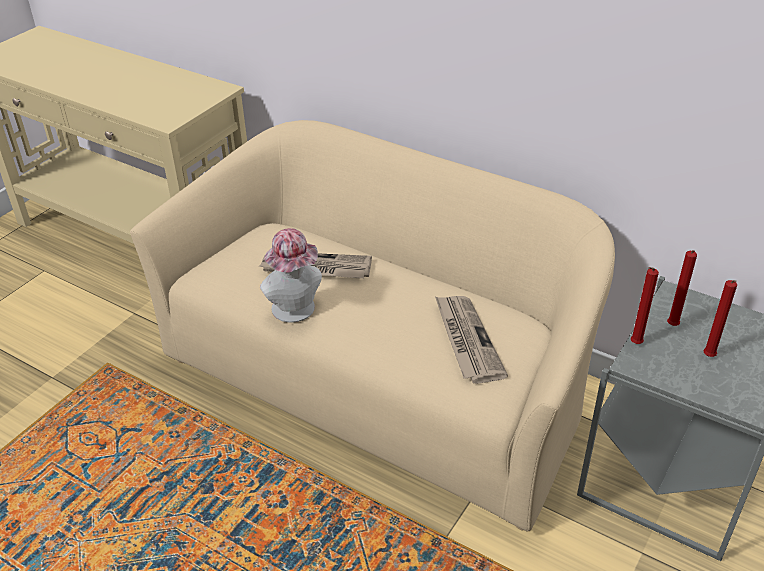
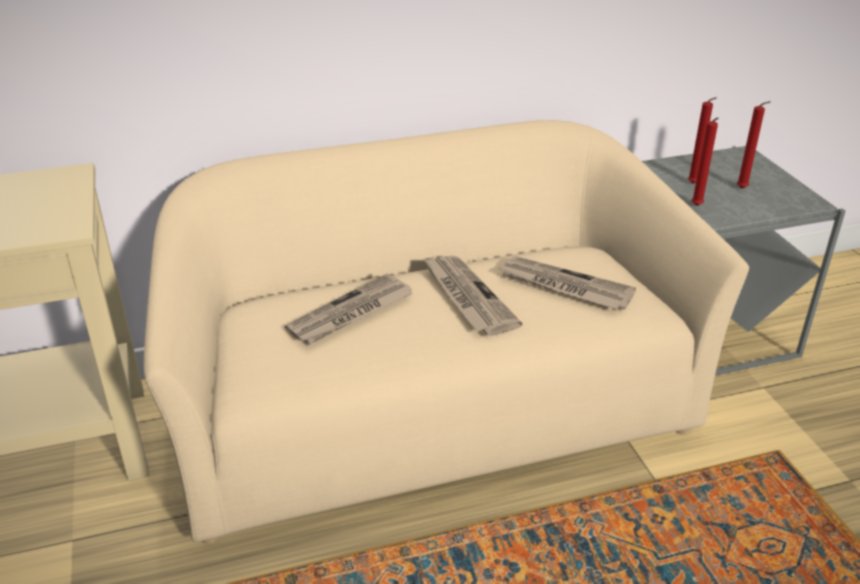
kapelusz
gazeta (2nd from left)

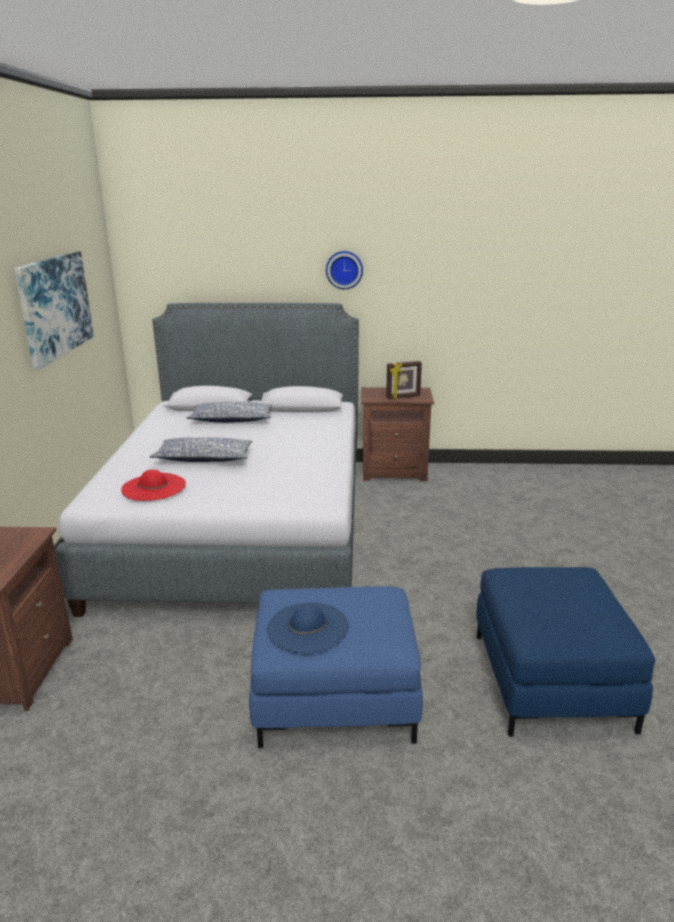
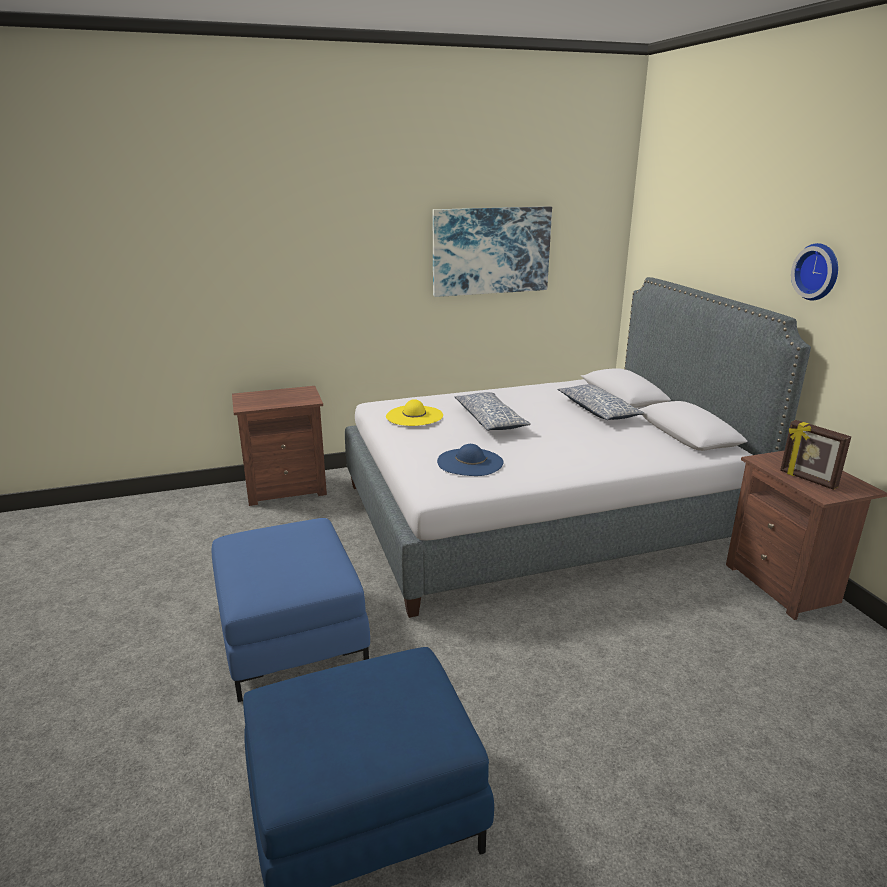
kapelusz/żółty
kapelusz/niebieski

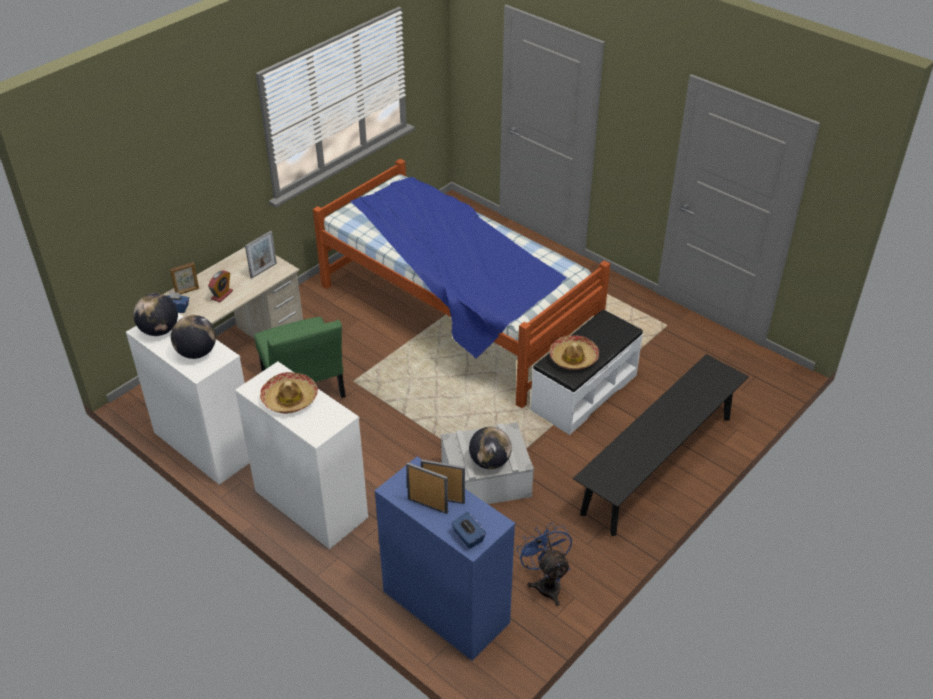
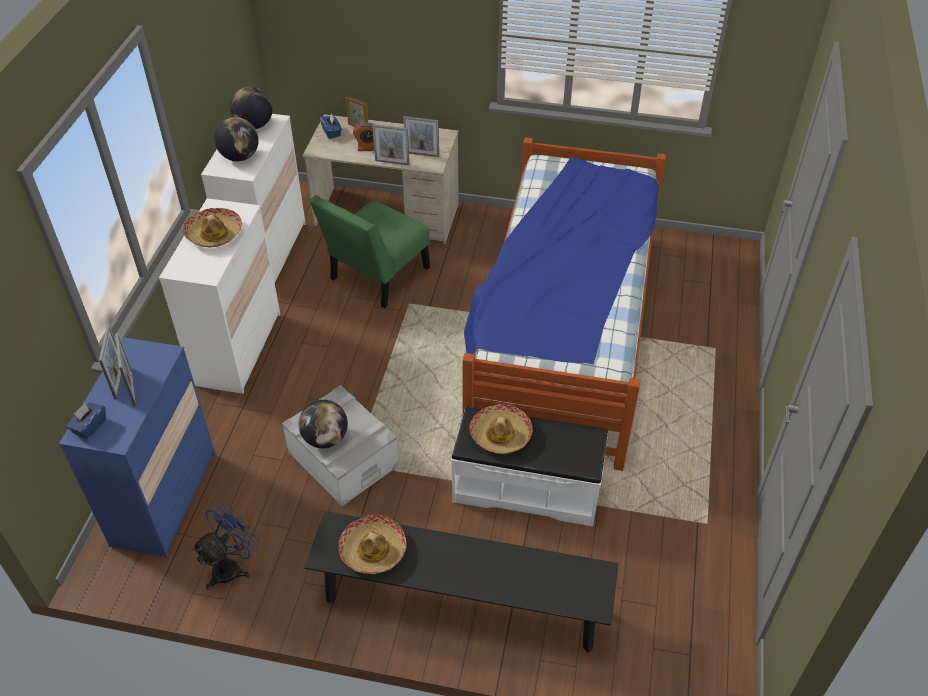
ramka na zdjęcie (4th from left)
kapelusz (2nd from left)

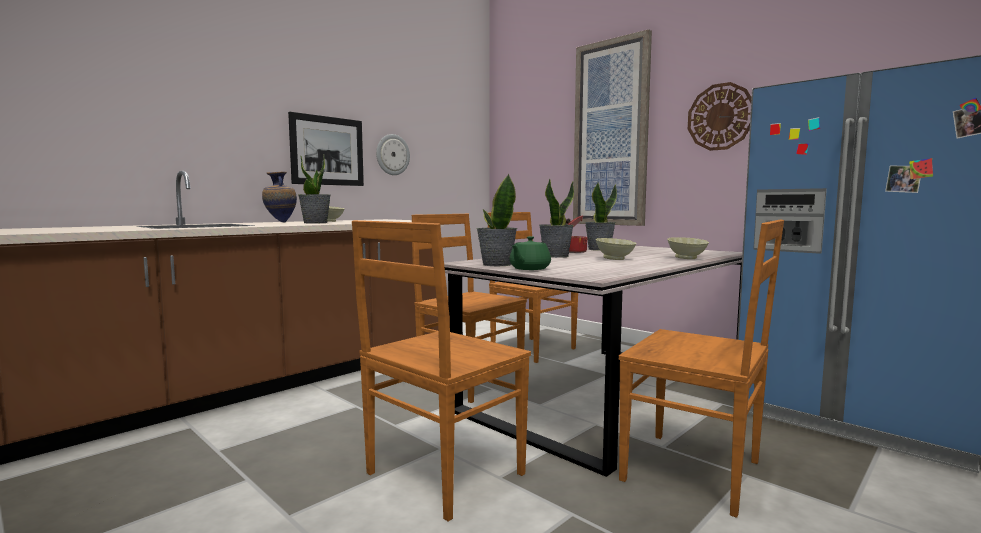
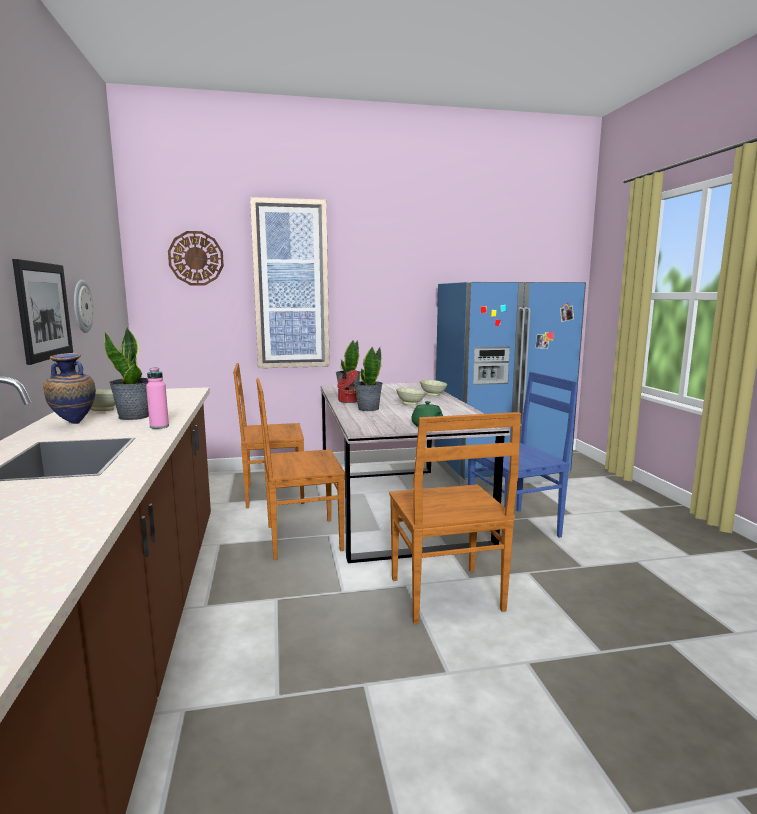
zegar ścienny (2nd from left)
roślina doniczkowa (2nd from left in the first image)
krzesło/niebieski
butelka/różowy

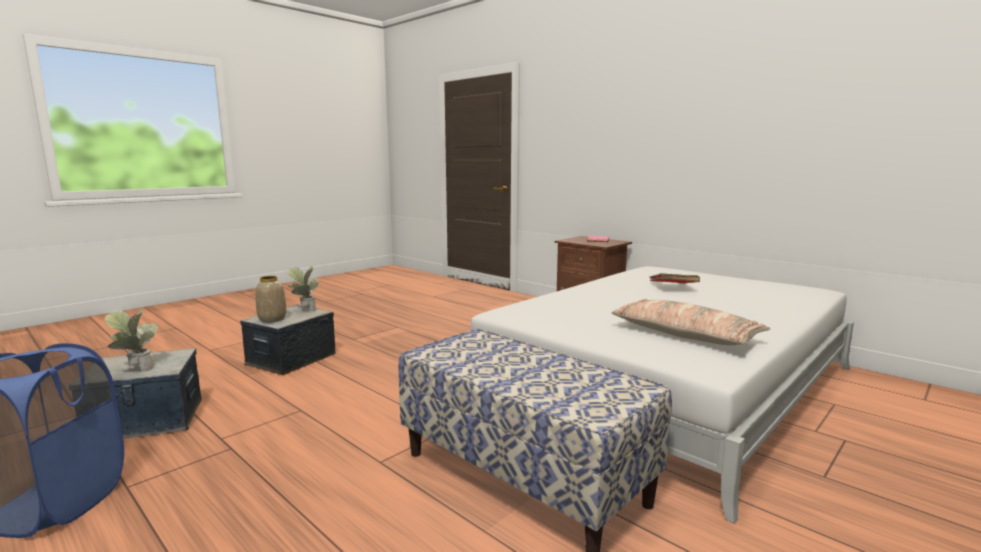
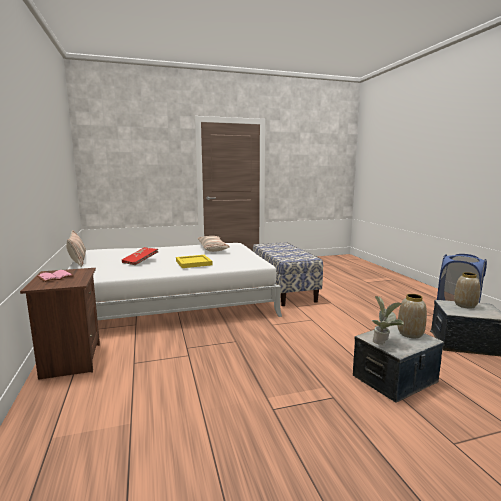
wazon (2nd from left)
poduszka (1st from left)
taca/żółty

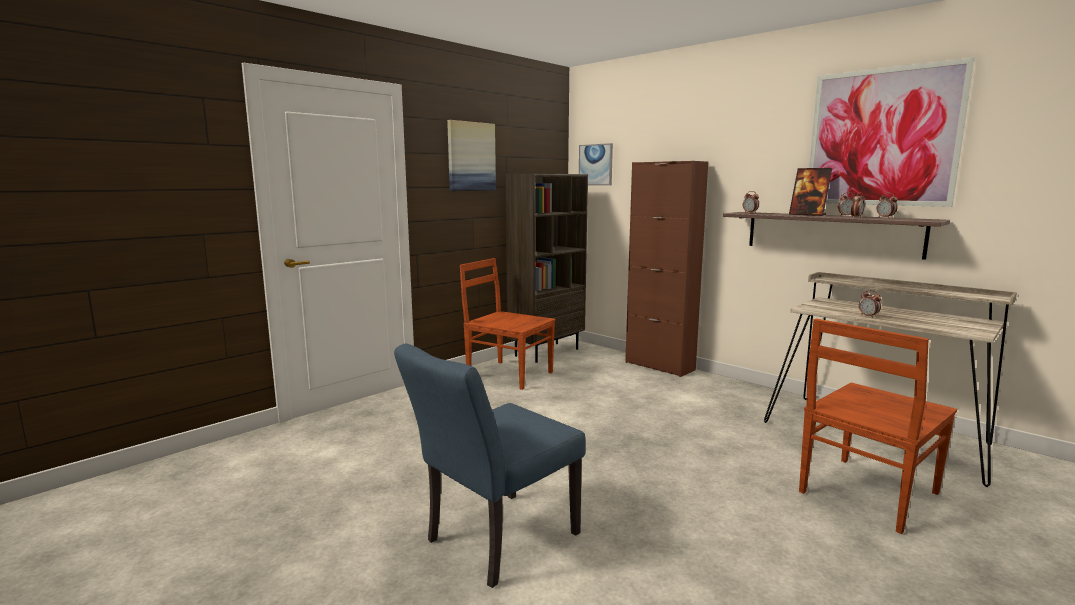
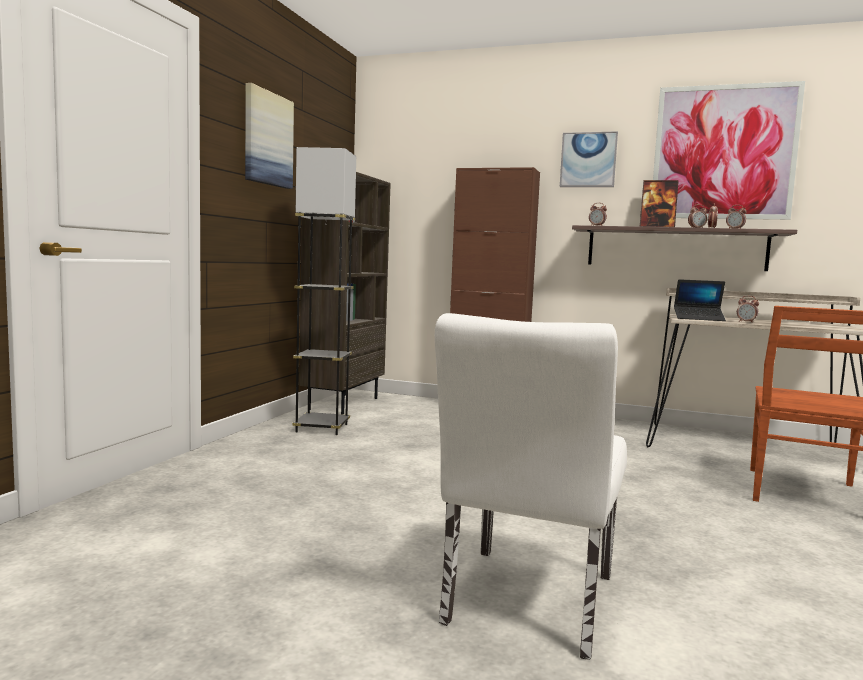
obraz (2nd from left)
lampa stojąca/szary
krzesło/biały
laptop

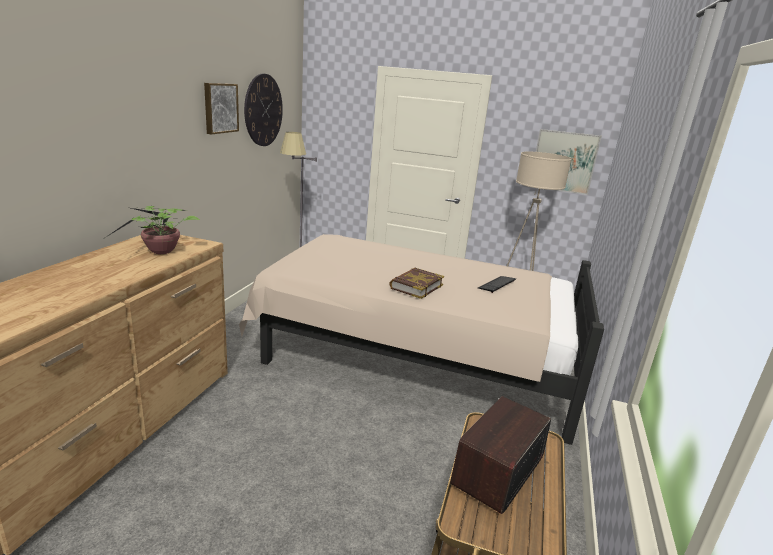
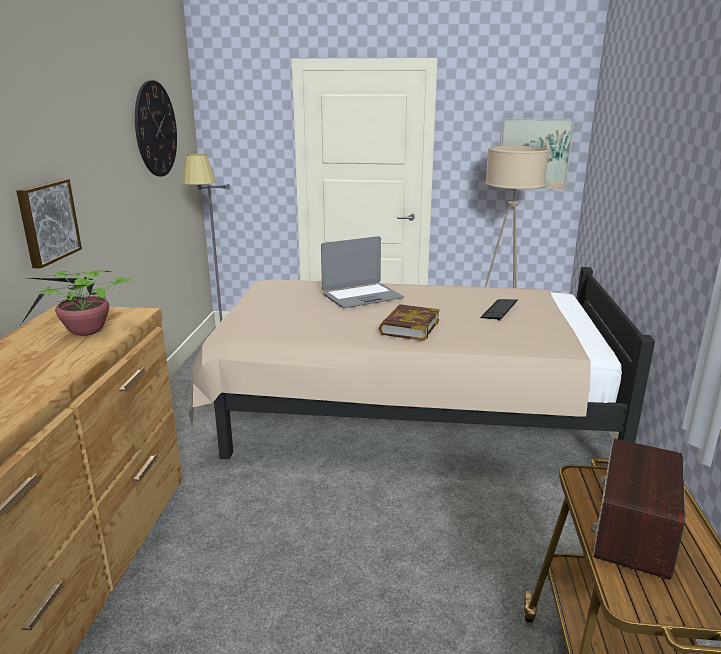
obraz (1st from left)
laptop

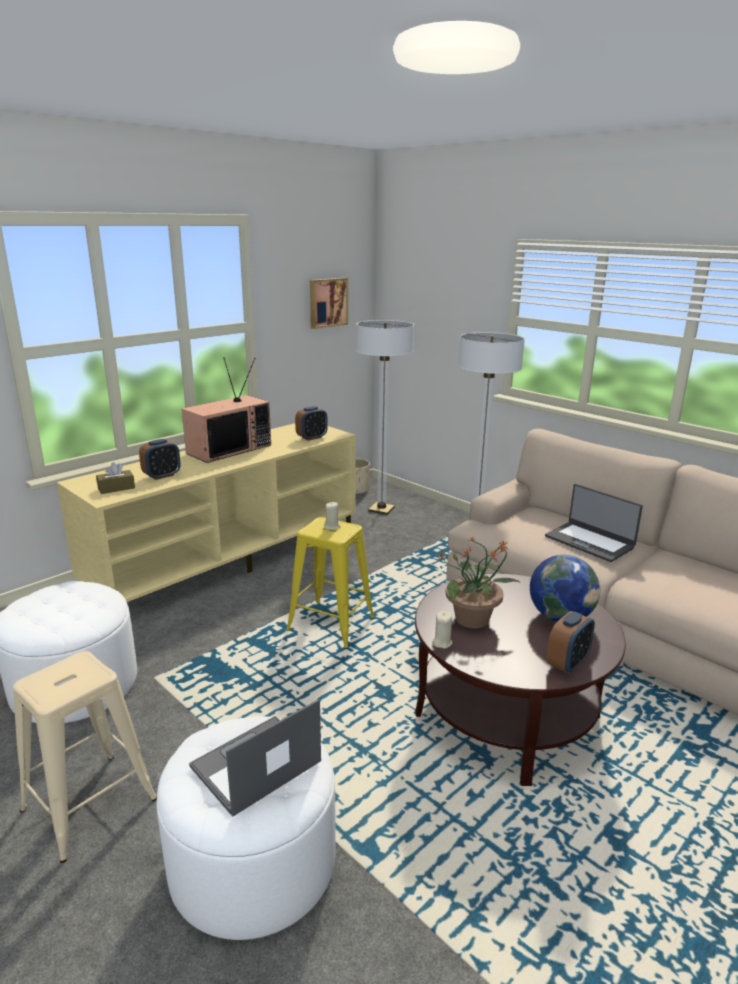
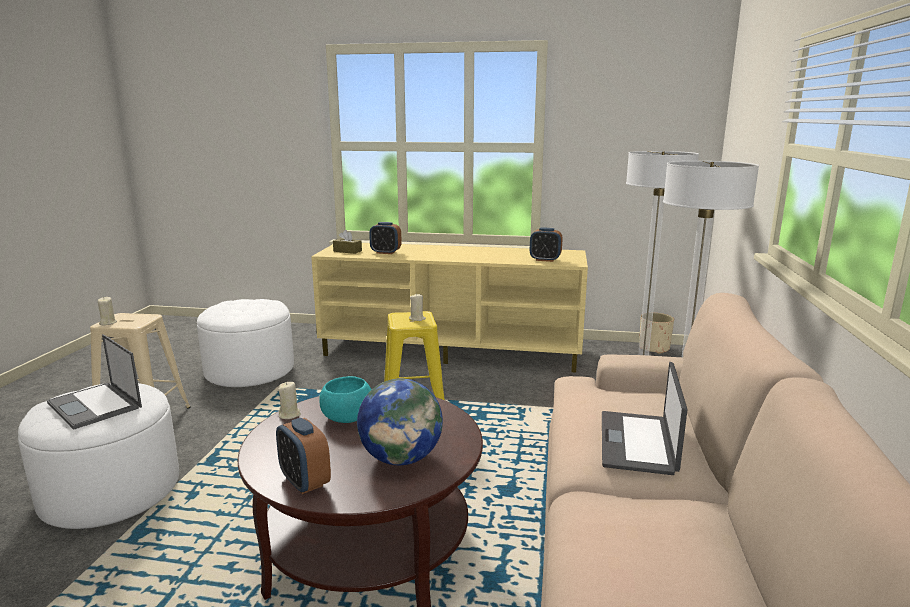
obraz
telewizor
miska/turkusowy
budzik (1st from left)
laptop (1st from left)
świeca/beżowy (1st from left)

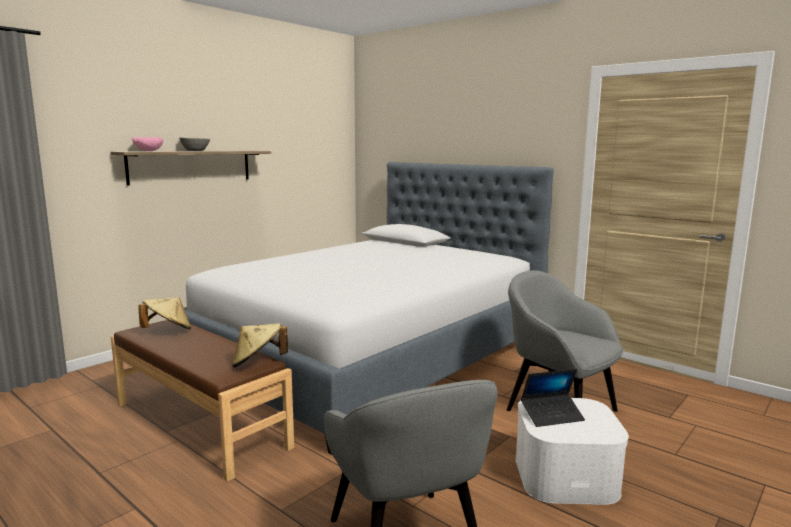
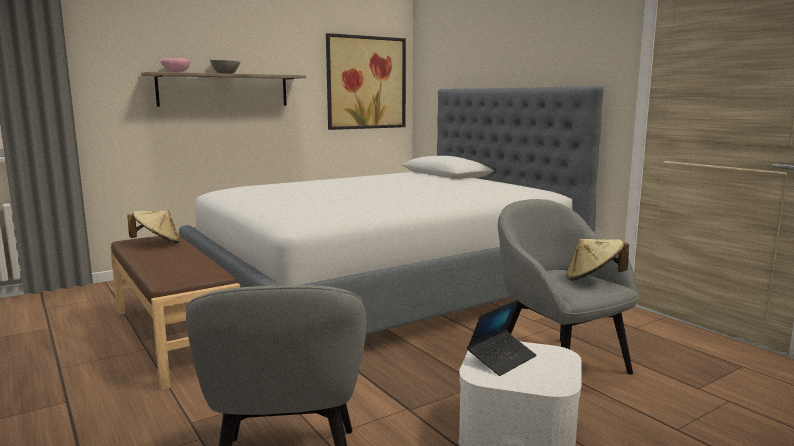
kapelusz/beżowy (2nd from left)
laptop
obraz

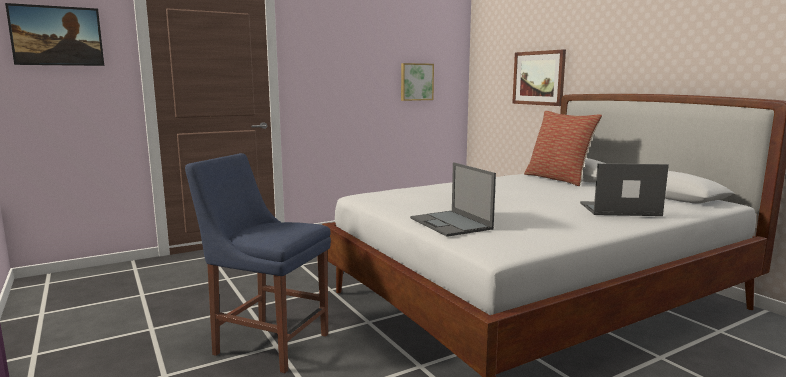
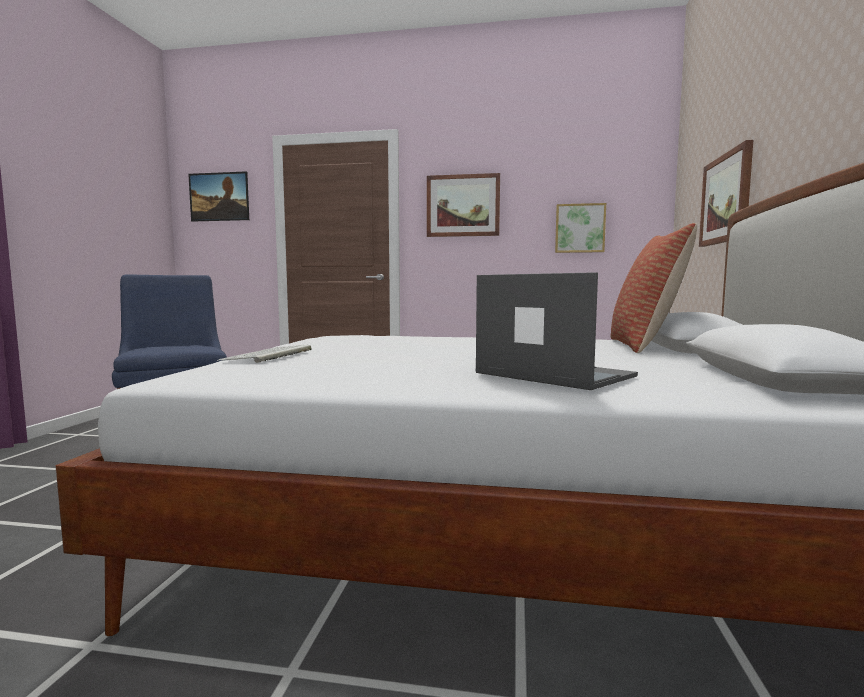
klawiatura
obraz (2nd from left)

